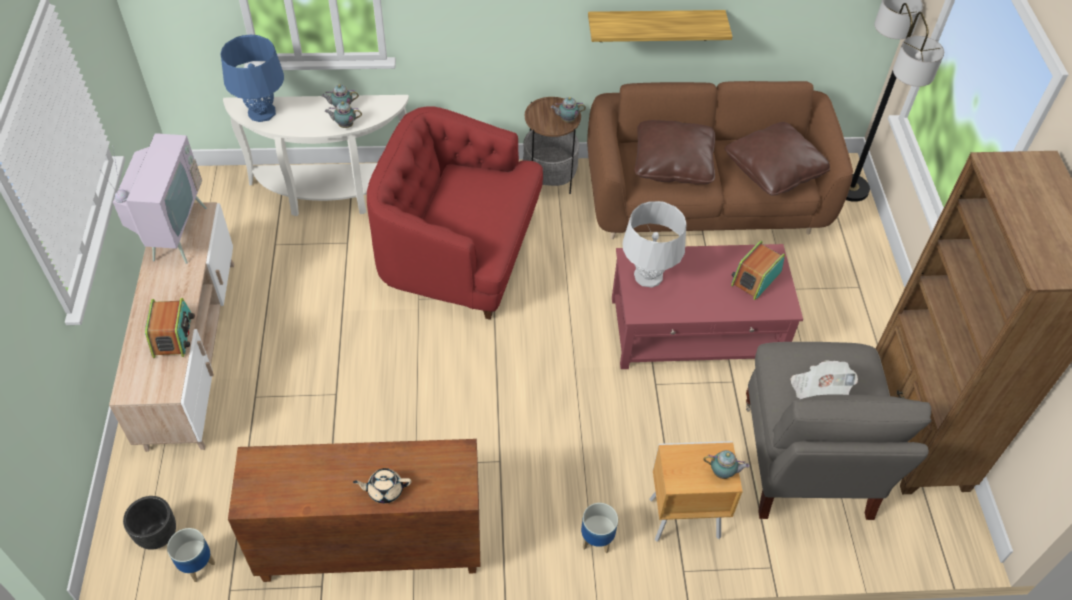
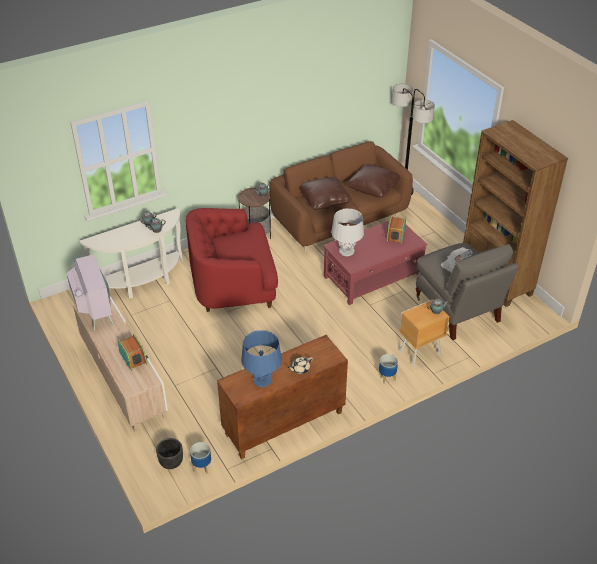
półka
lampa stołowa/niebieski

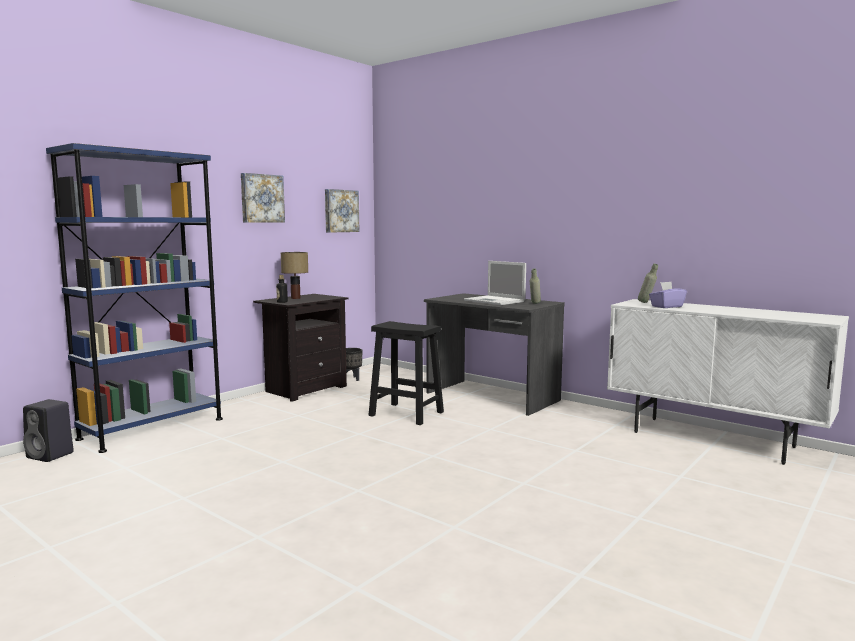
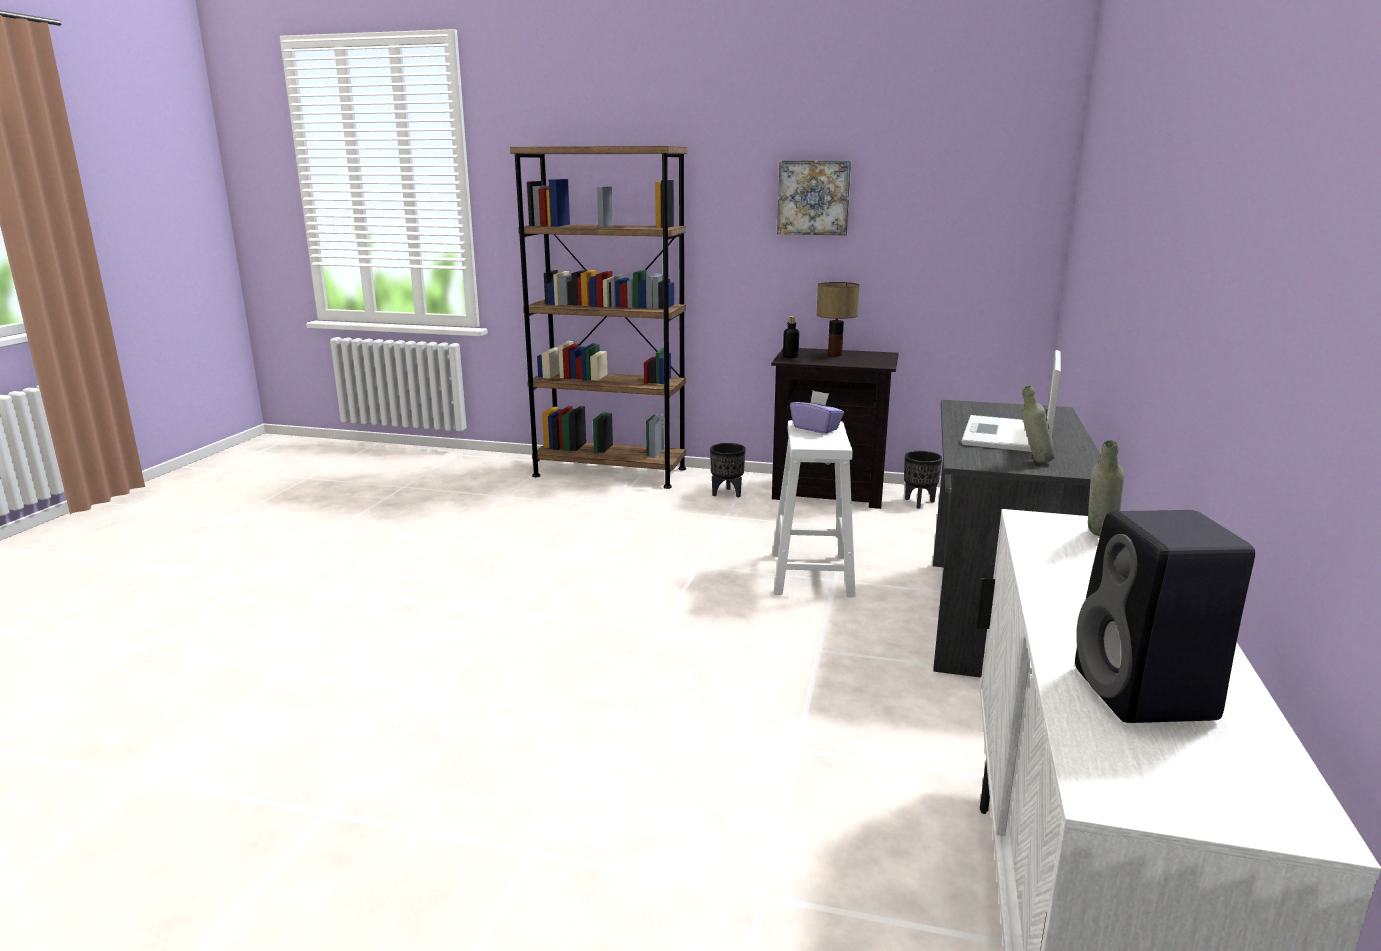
regał/brązowy
obraz (2nd from left in the first image)
pudełko chusteczek/fioletowy
stołek/biały
głośnik/czarny
donica/czarny (1st from left)

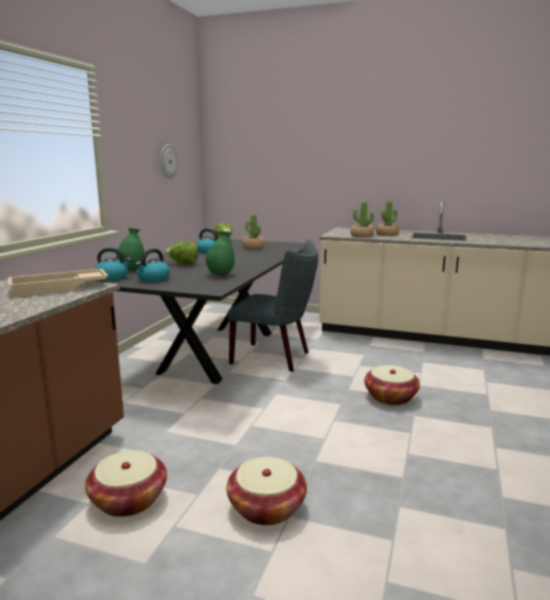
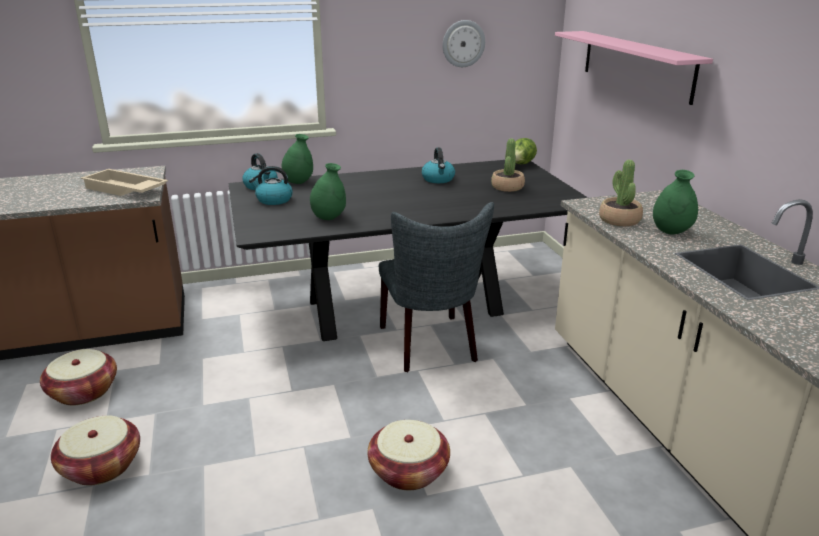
wazon/zielony (3rd from left)
sałata (1st from left in the first image)
półka/różowy

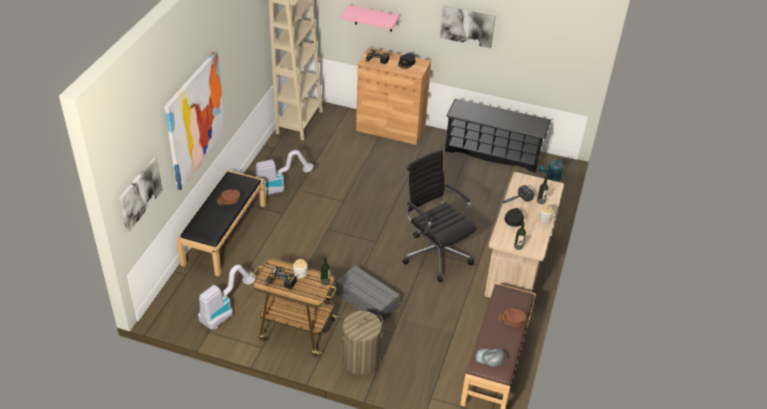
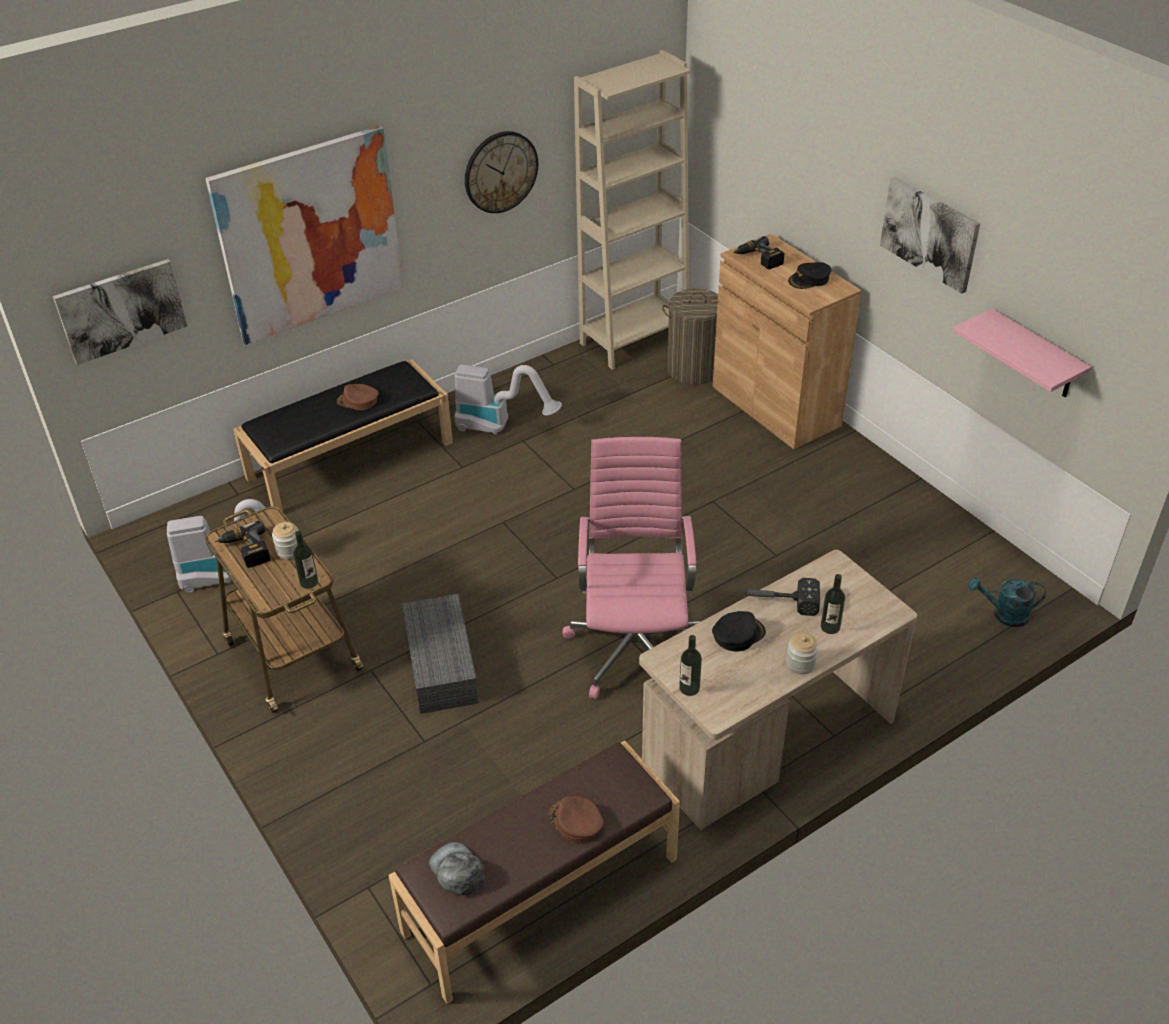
półka/różowy
regał na buty/czarny
krzesło biurowe/różowy
kosz na pranie
zegar ścienny

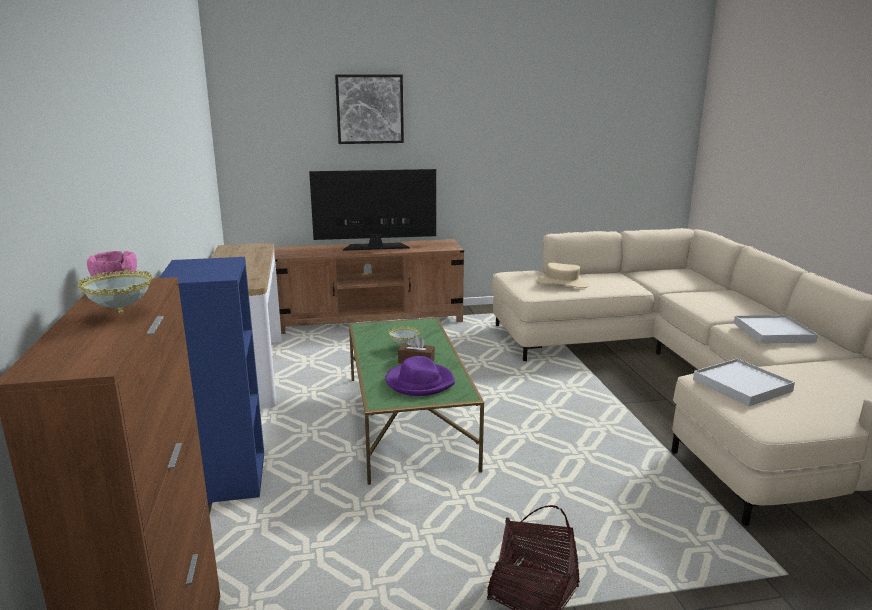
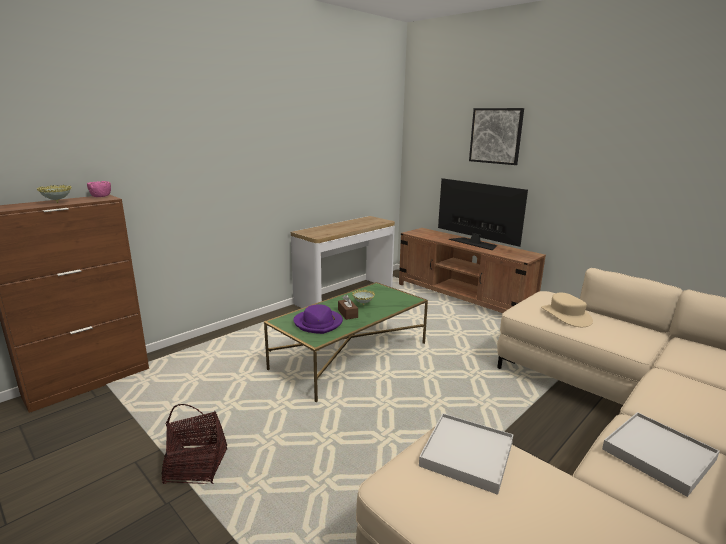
regał/niebieski

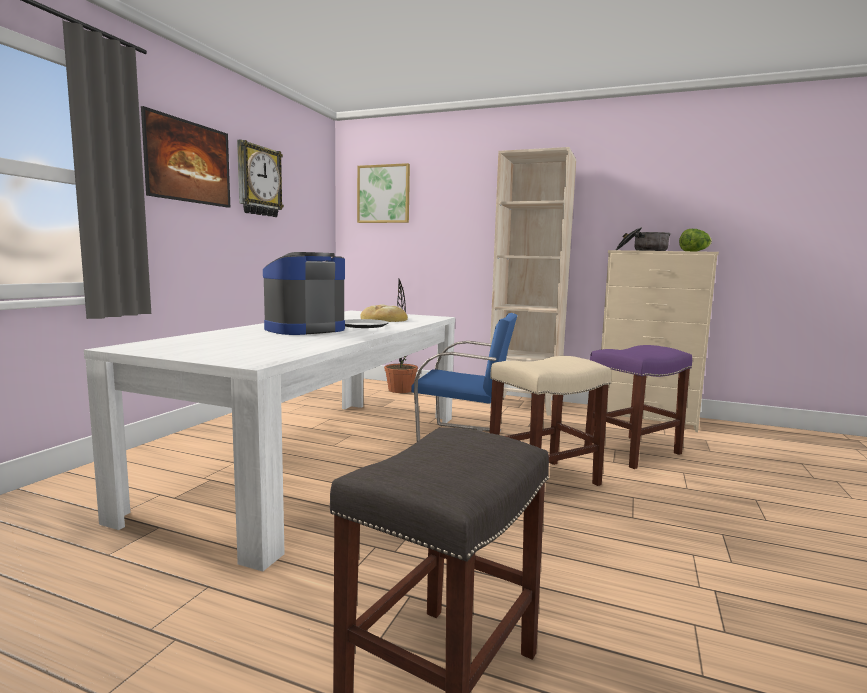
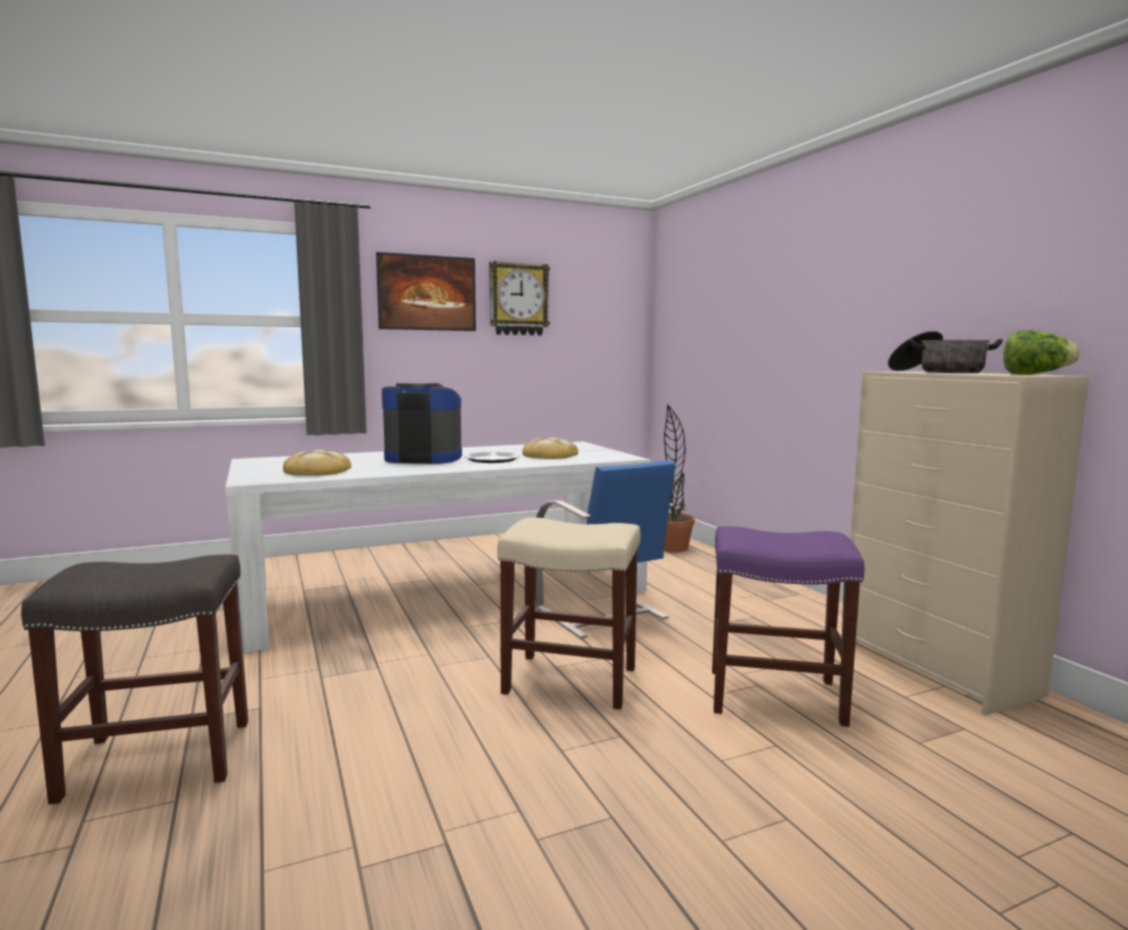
regał/beżowy
obraz (2nd from left in the first image)
chleb (1st from left)

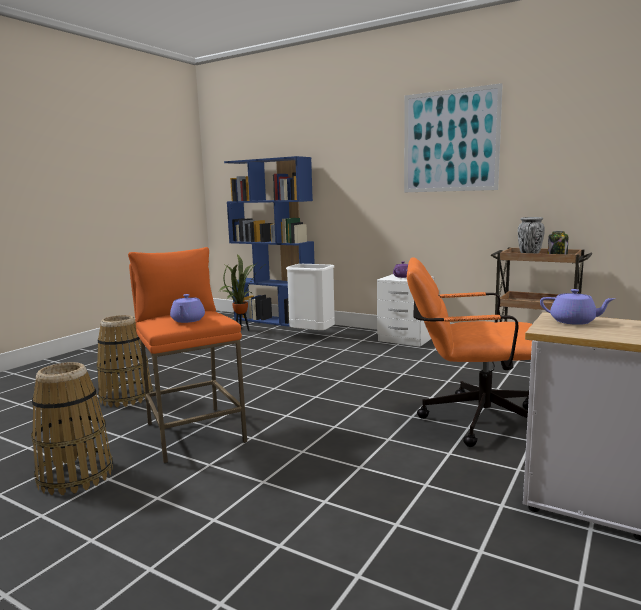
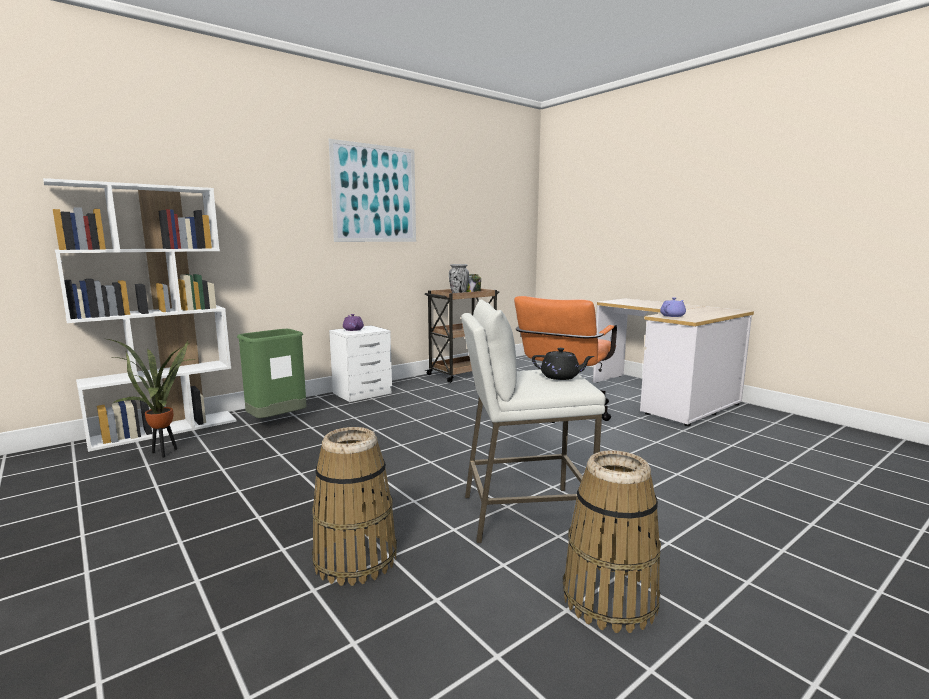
regał/biały
stołek/biały
kosz na śmieci/zielony
imbryk/czarny

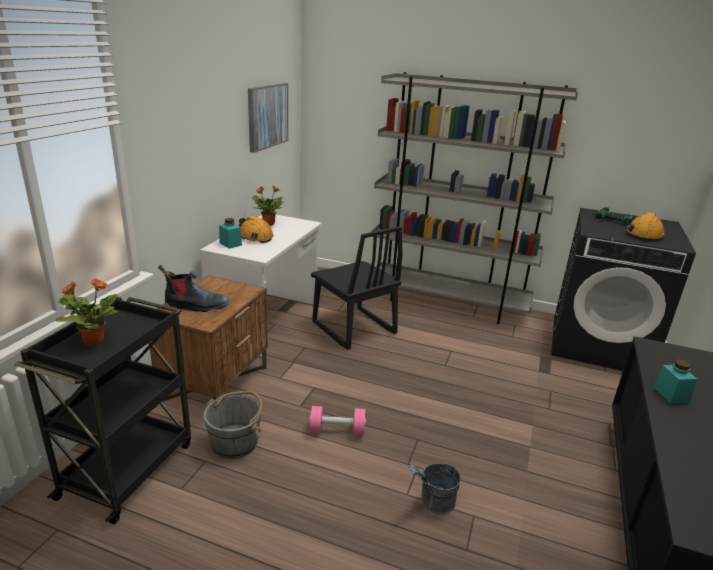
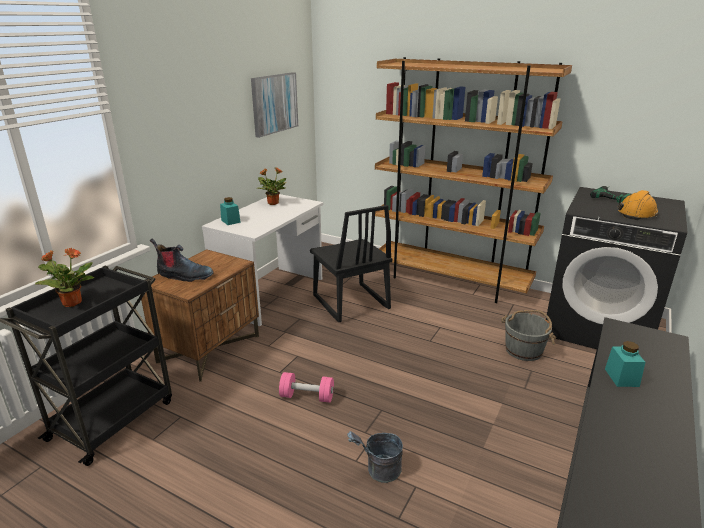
regał/brązowy
kask/pomarańczowy (1st from left in the first image)
wiadro/szary (2nd from left)

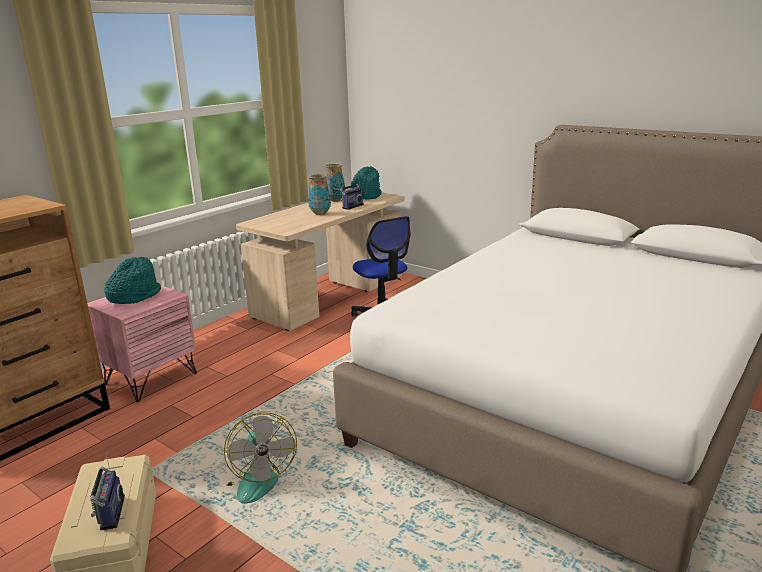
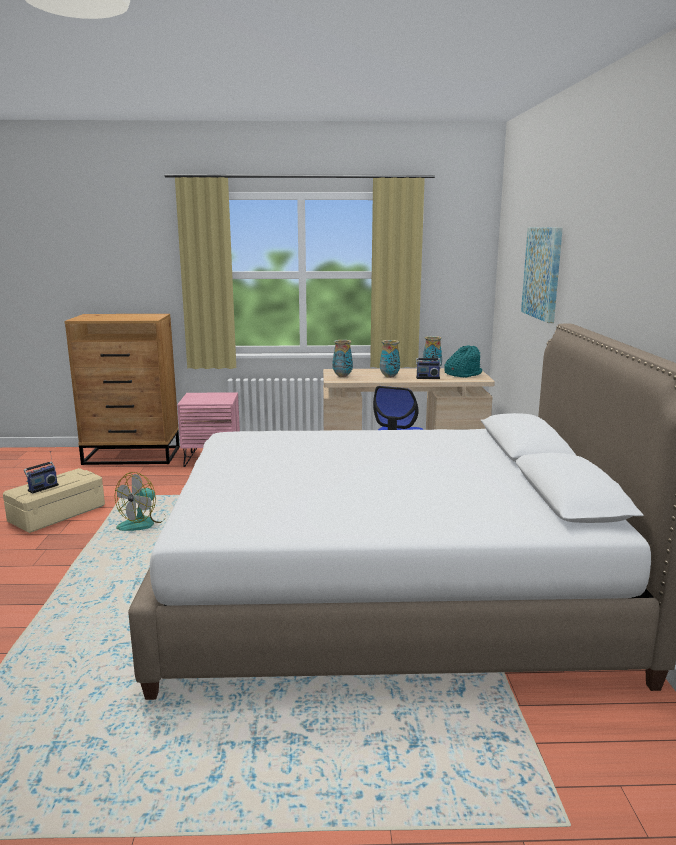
kapelusz/turkusowy (1st from left in the first image)
obraz
wazon (1st from left)

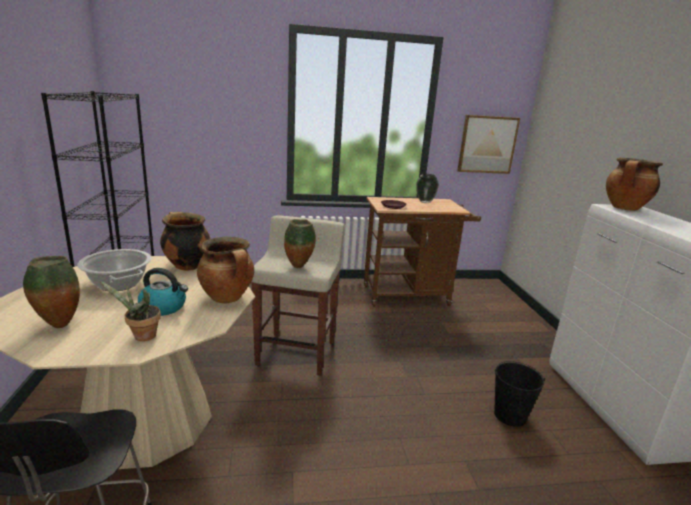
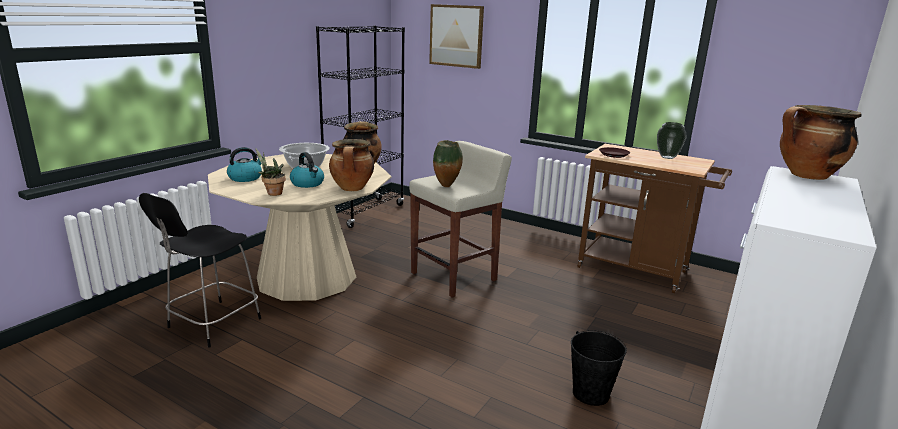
obraz
czajnik (1st from left)

